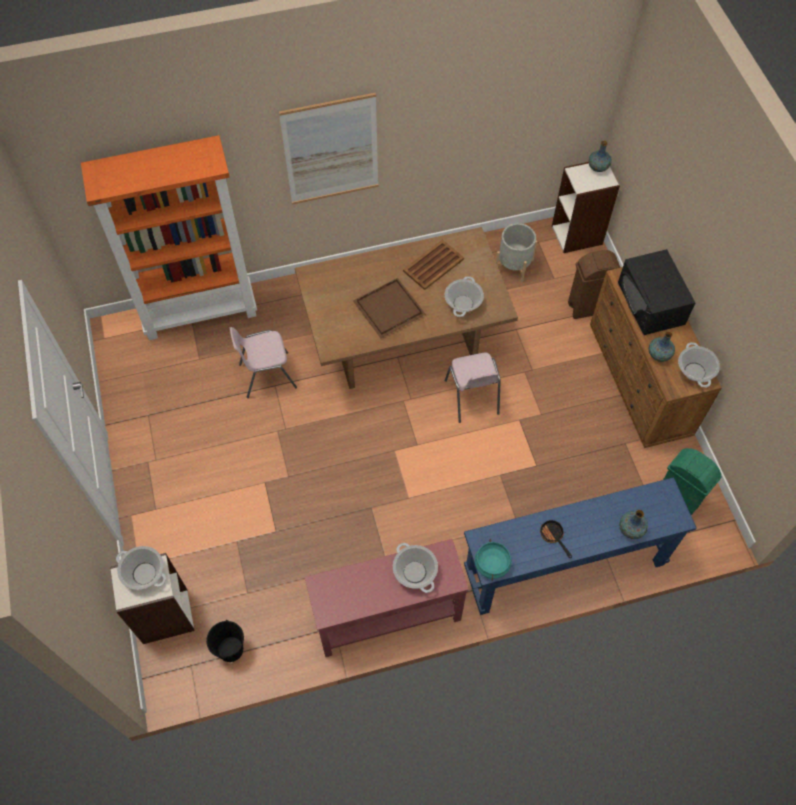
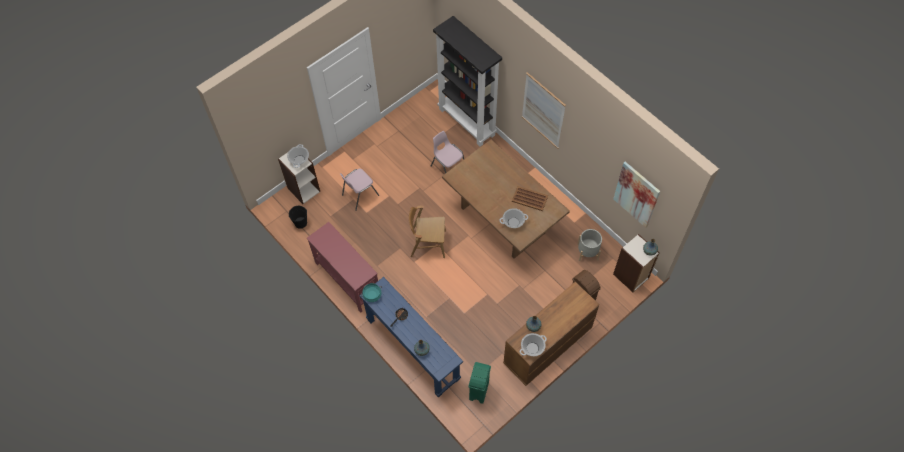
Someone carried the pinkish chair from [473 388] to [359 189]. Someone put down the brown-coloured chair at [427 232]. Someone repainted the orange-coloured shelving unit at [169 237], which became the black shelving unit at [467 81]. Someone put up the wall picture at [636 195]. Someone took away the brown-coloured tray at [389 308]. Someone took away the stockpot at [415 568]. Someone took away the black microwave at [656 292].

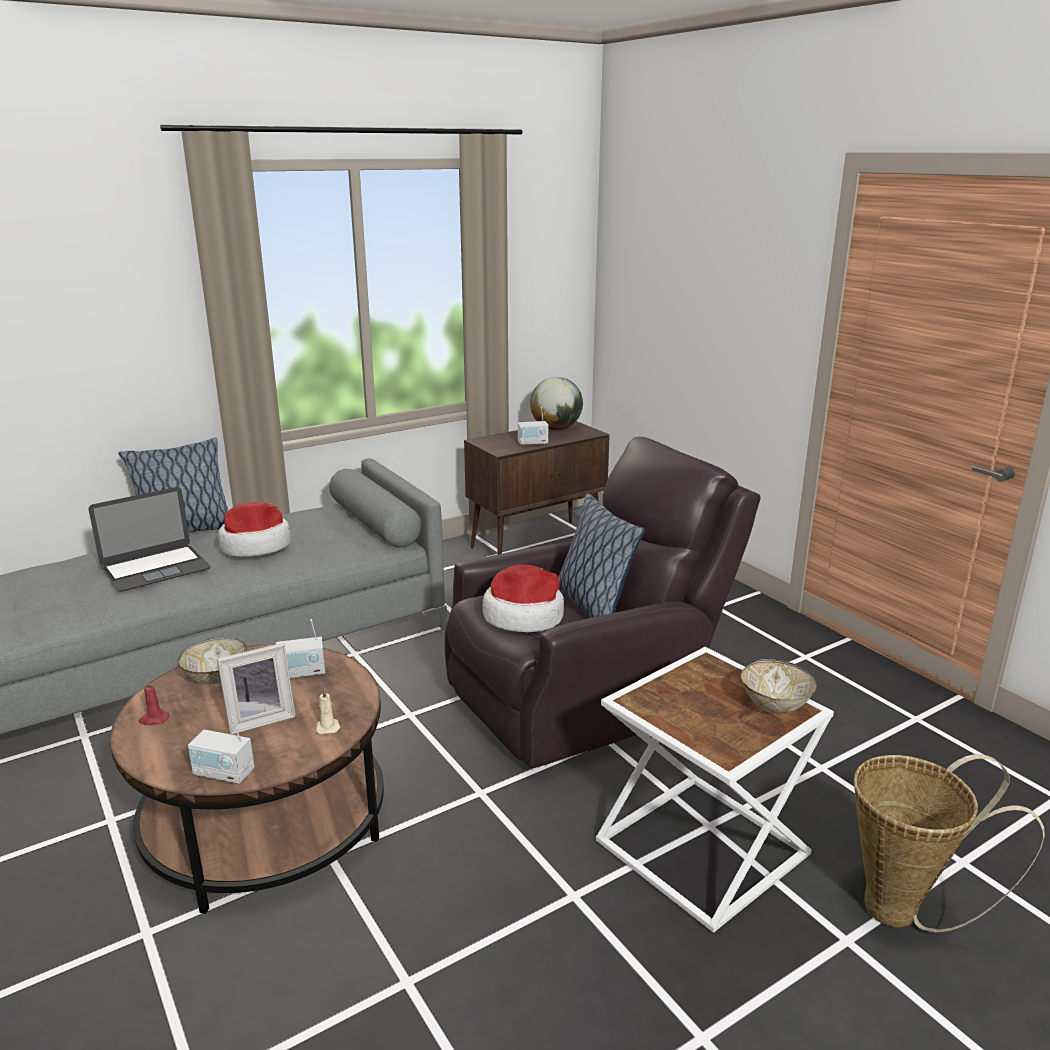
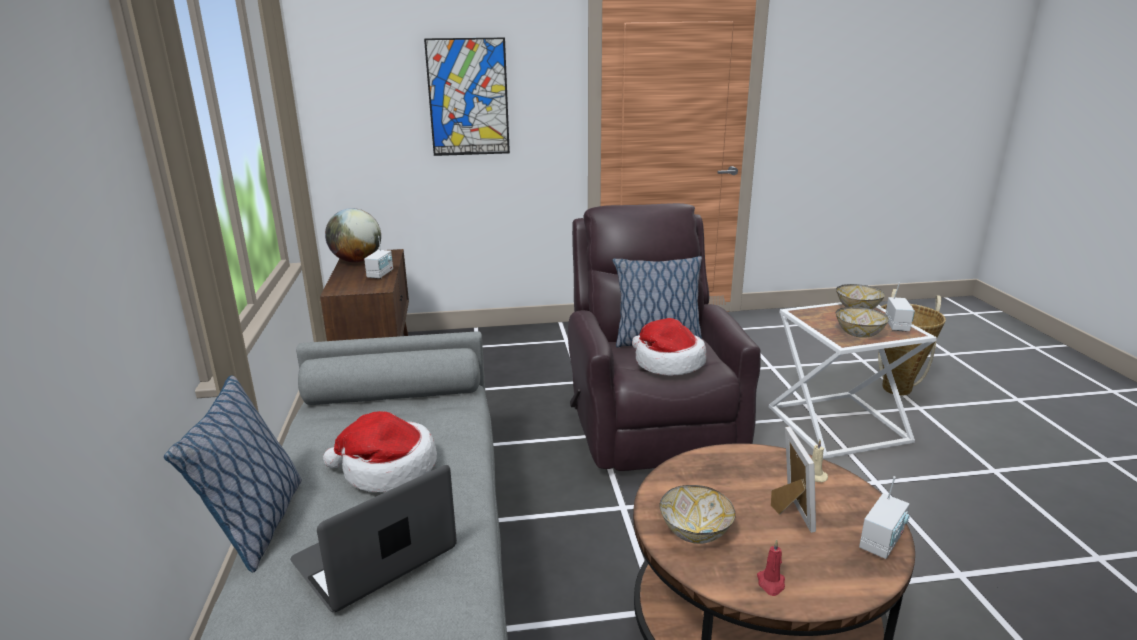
Someone rotated the notebook computer at [149 539] by 120 degrees counterclockwise. Someone put up the wall picture at [467 96]. Someone put down the bowl at [862 322]. Someone carried the radio receiver from [300 648] to [900 306].

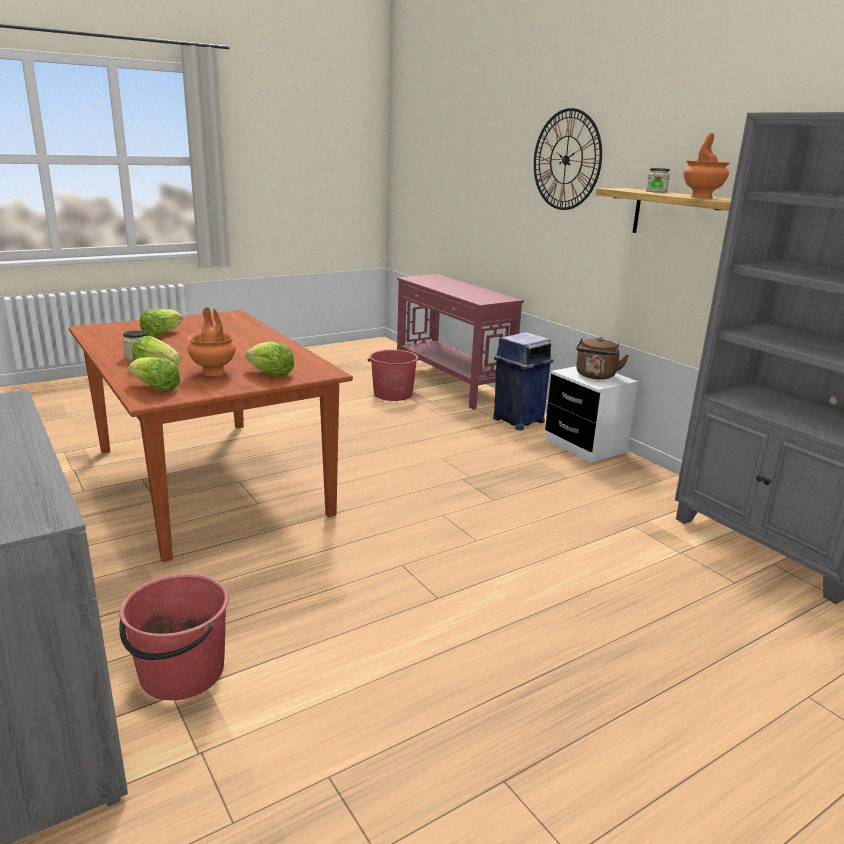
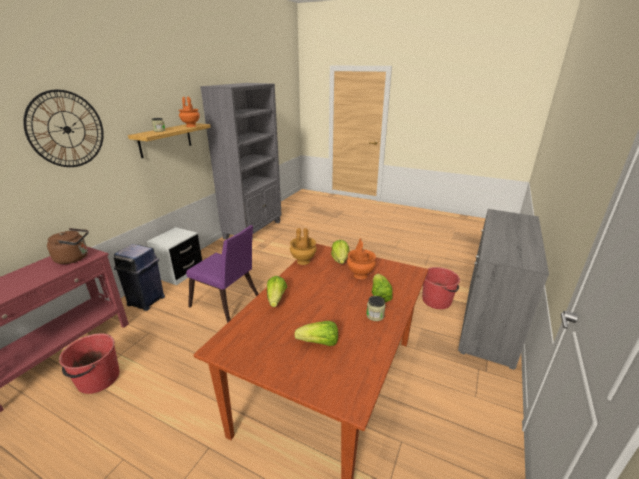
Someone carried the brown-coloured kettle from [602 358] to [68 246]. Someone put down the purple-coloured chair at [222 274]. Someone carried the head of lettuce from [154 374] to [277 291]. Someone put down the brown-coloured vase at [303 246].

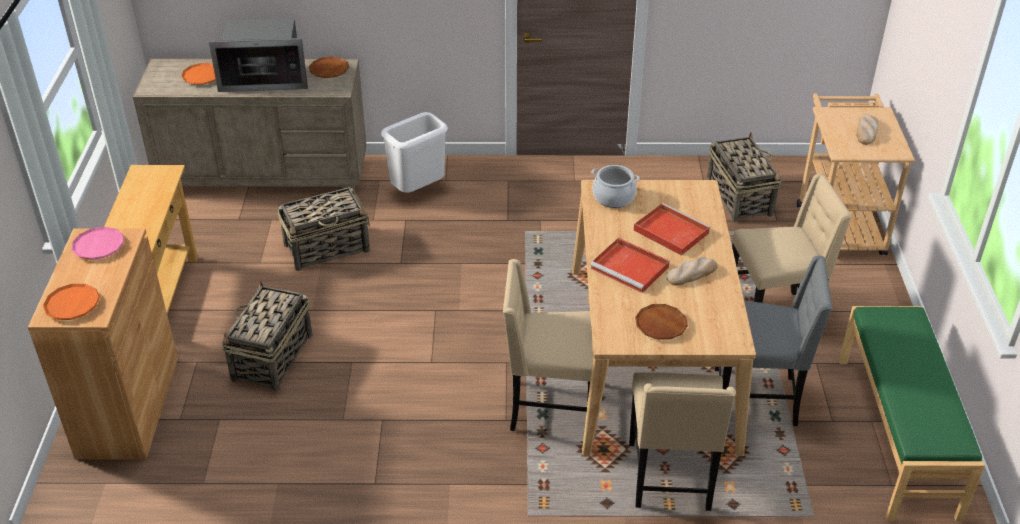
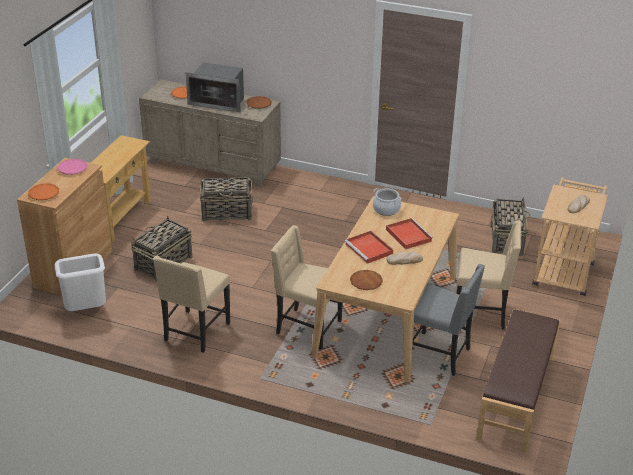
Someone carried the white rubbish bin from [414 152] to [80 282]. Someone carried the beige chair from [682 441] to [191 304]. Someone repainted the green-coloured long seat at [912 413], which became the brown-coloured long seat at [518 381].

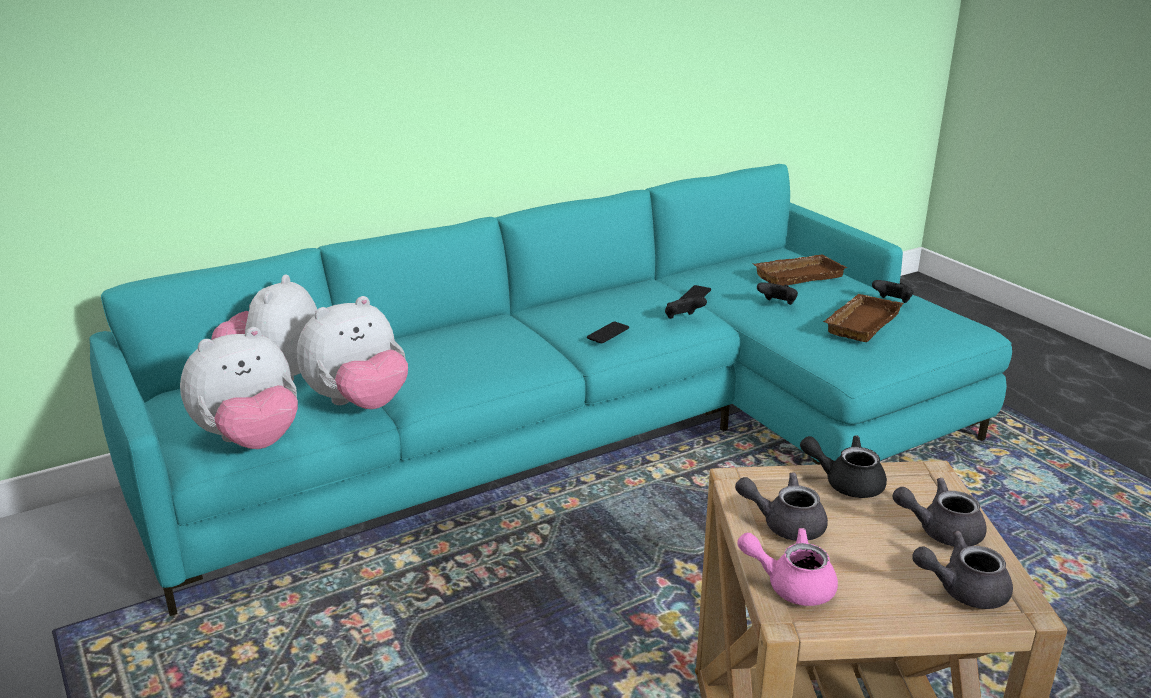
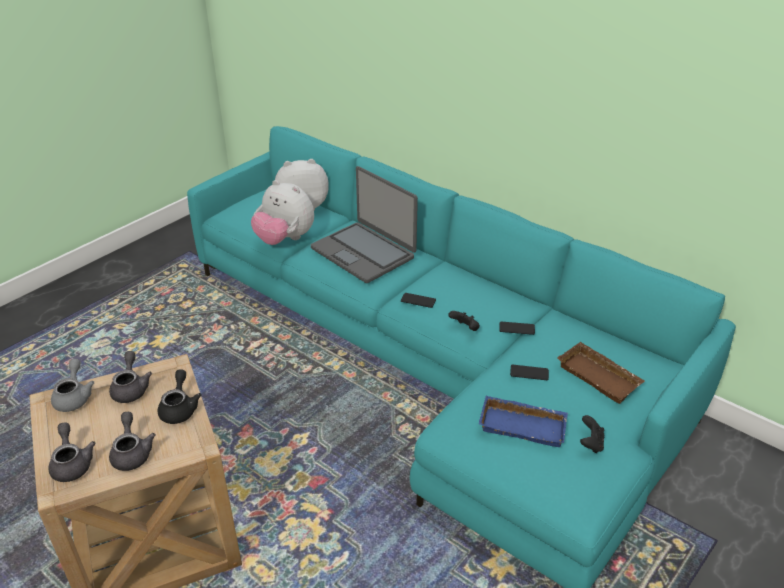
Someone repainted the pinkish tea pot at [787 567], which became the greyish tea pot at [72 385]. Someone put down the notebook computer at [364 224]. Someone repainted the brown-coloured tray at [863 318], which became the bluish tray at [523 421]. Someone swapped the black joypad at [777 293] for the handset at [529 372]. Someone took away the cuddly toy at [239 388].

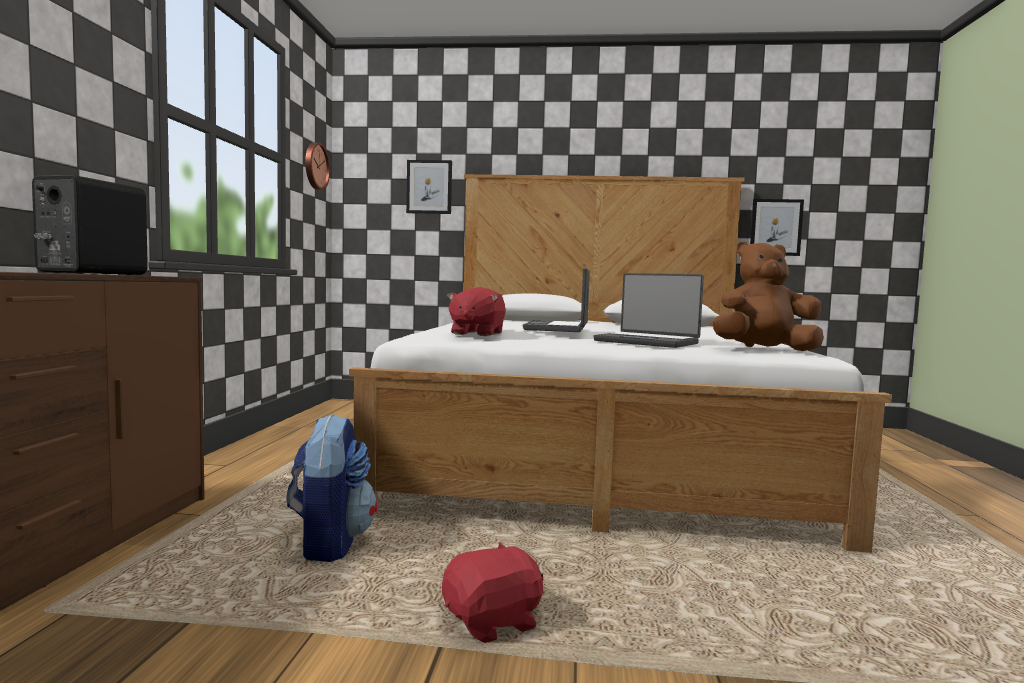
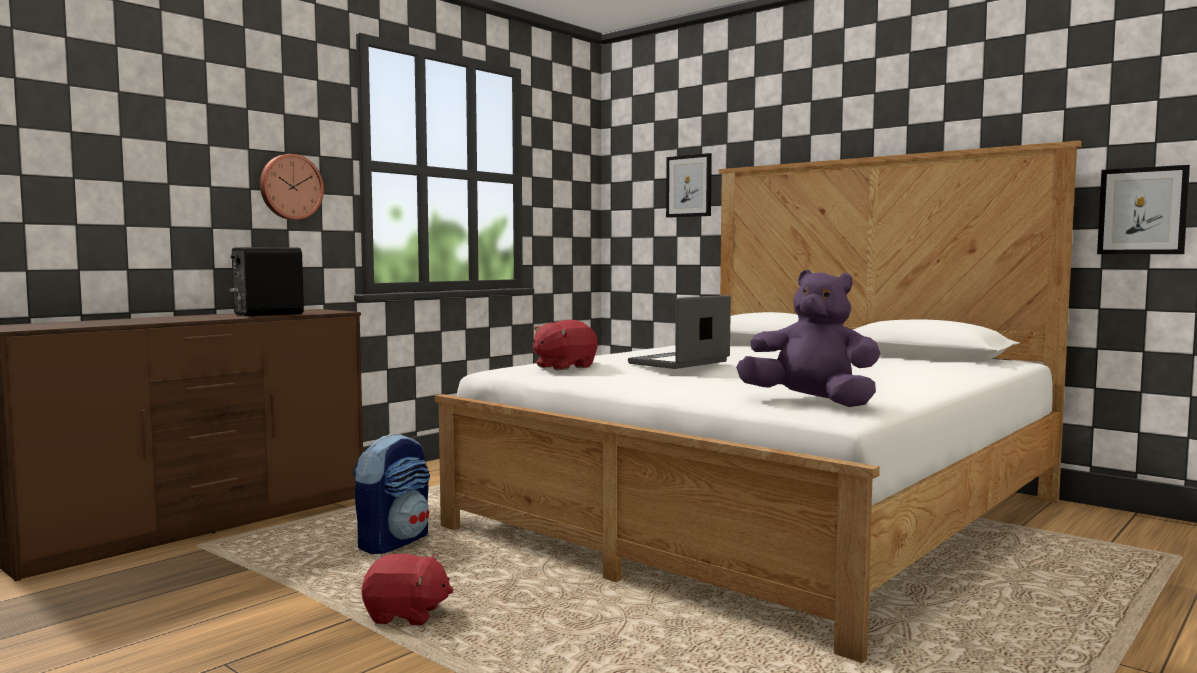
Someone carried the hanging clock from [317 166] to [292 187]. Someone repainted the brown-coloured cuddly toy at [768 296], which became the purple-coloured cuddly toy at [808 338]. Someone took away the notebook computer at [649 310].

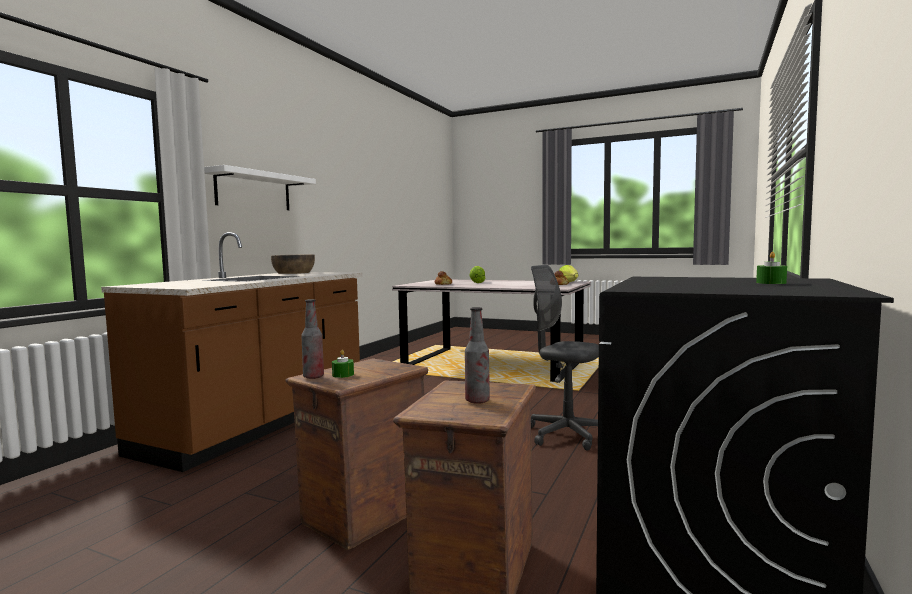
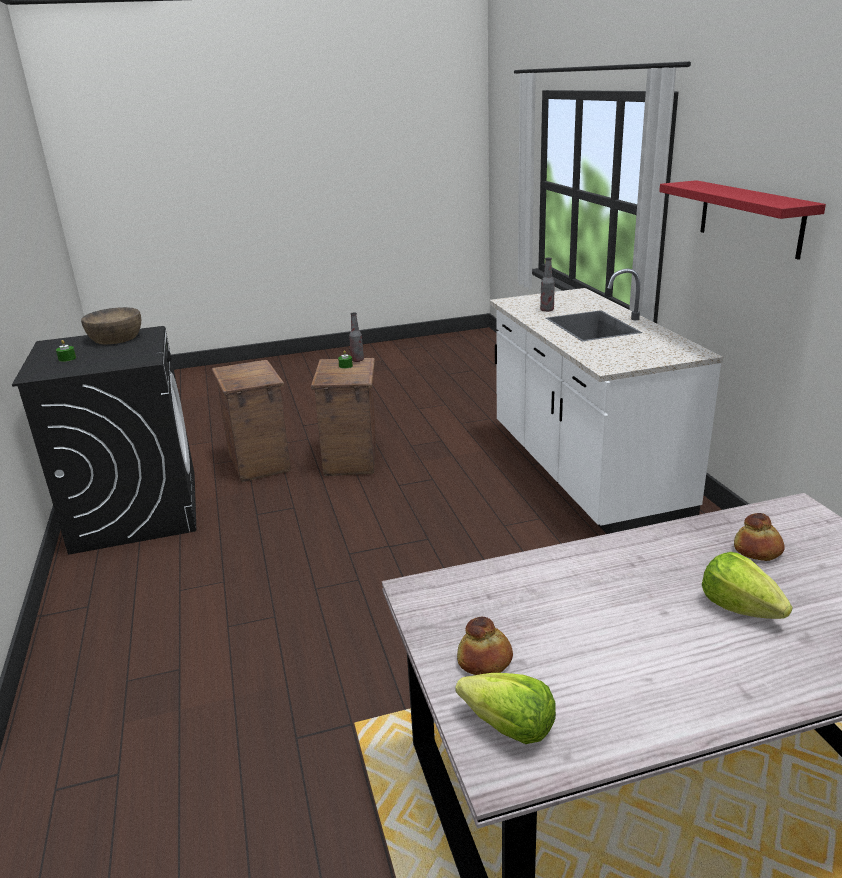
Someone carried the brown-coloured bowl from [293 264] to [111 325]. Someone repainted the brown-coloured kitchen counter at [231 352], which became the white kitchen counter at [606 401]. Someone carried the drink bottle from [477 355] to [547 284]. Someone repainted the white shelf at [260 187], which became the red shelf at [742 220]. Someone took away the greyish computer chair at [565 358].

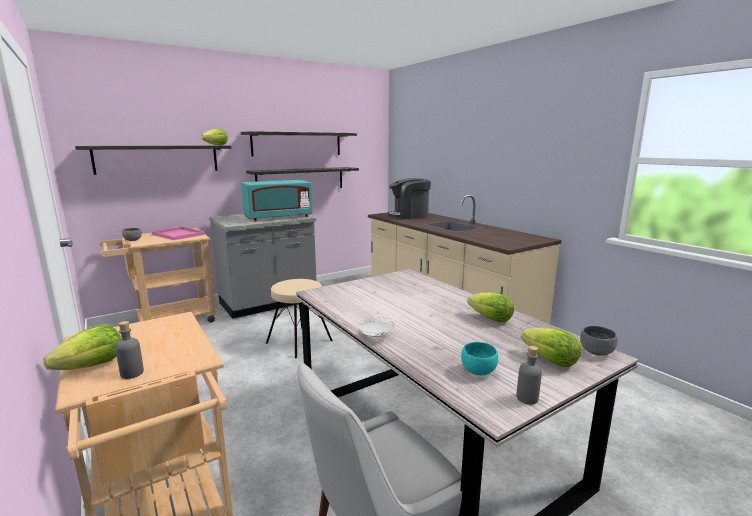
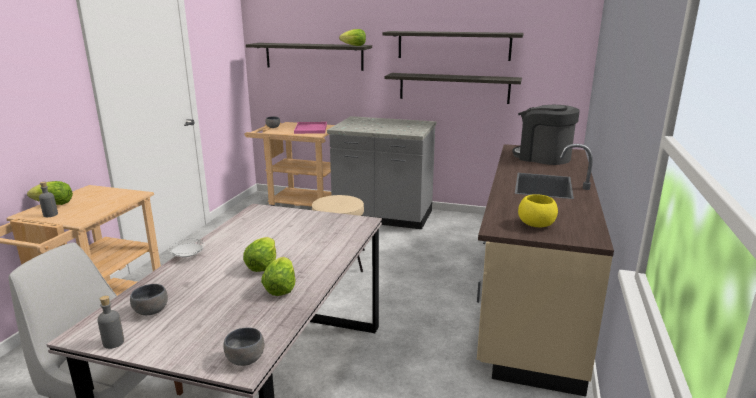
Someone repainted the turquoise-coloured bowl at [479 358], which became the greyish bowl at [149 299]. Someone carried the head of lettuce from [551 347] to [259 254]. Someone put down the yellow-coloured bowl at [538 210]. Someone took away the turquoise-coloured microwave at [277 200].

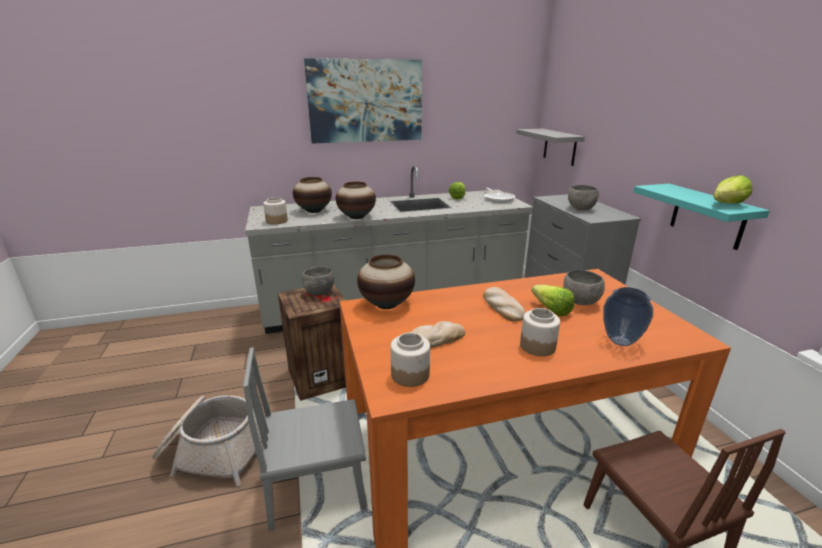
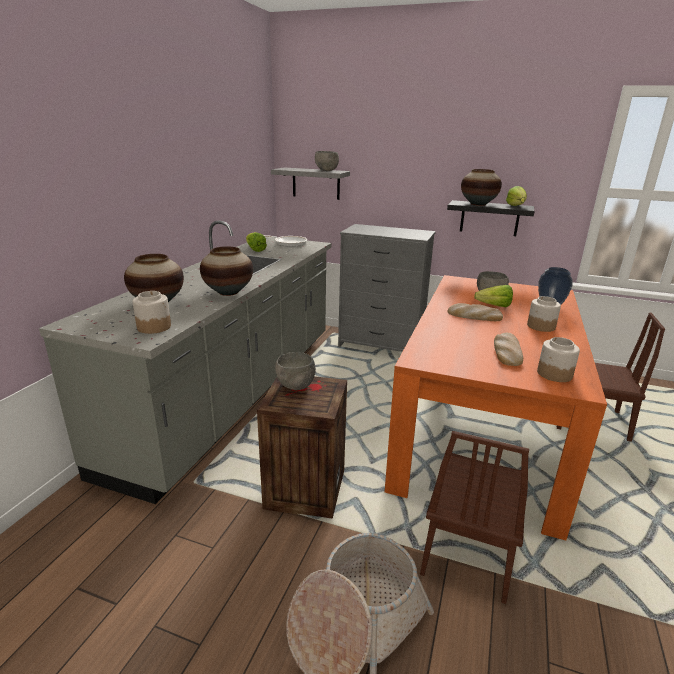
Someone carried the greyish bowl from [583 197] to [327 161]. Someone repainted the greyish chair at [304 439], which became the brown-coloured chair at [474 517]. Someone repainted the turquoise-coloured shelf at [701 217], which became the black shelf at [491 218]. Someone carried the vase from [386 281] to [481 187]. Someone took away the wall picture at [363 101].

